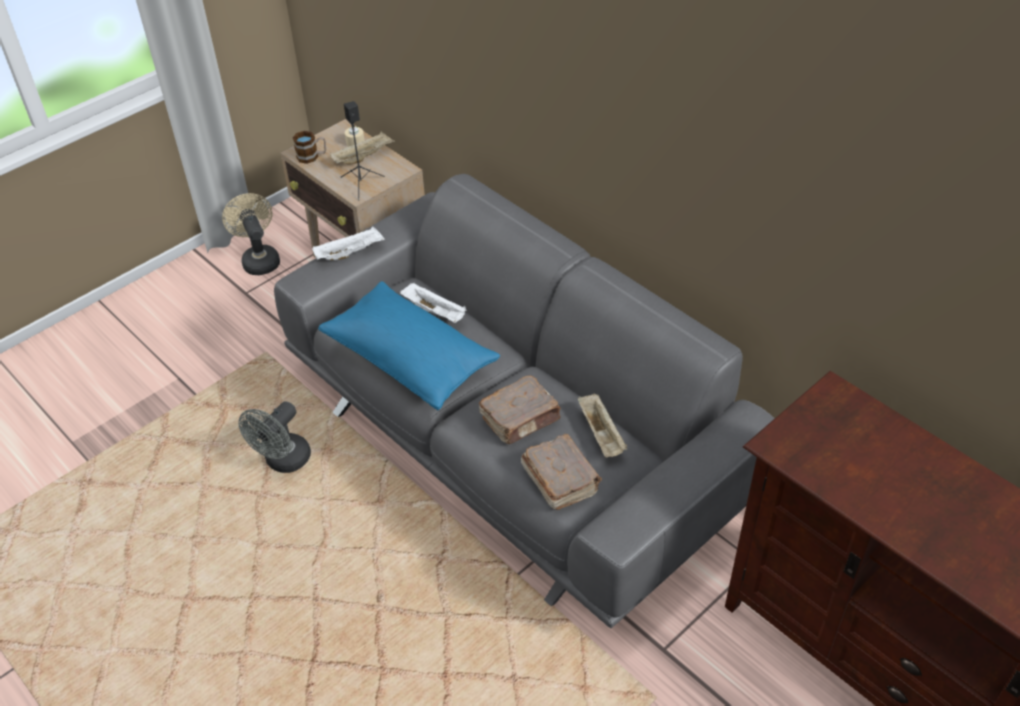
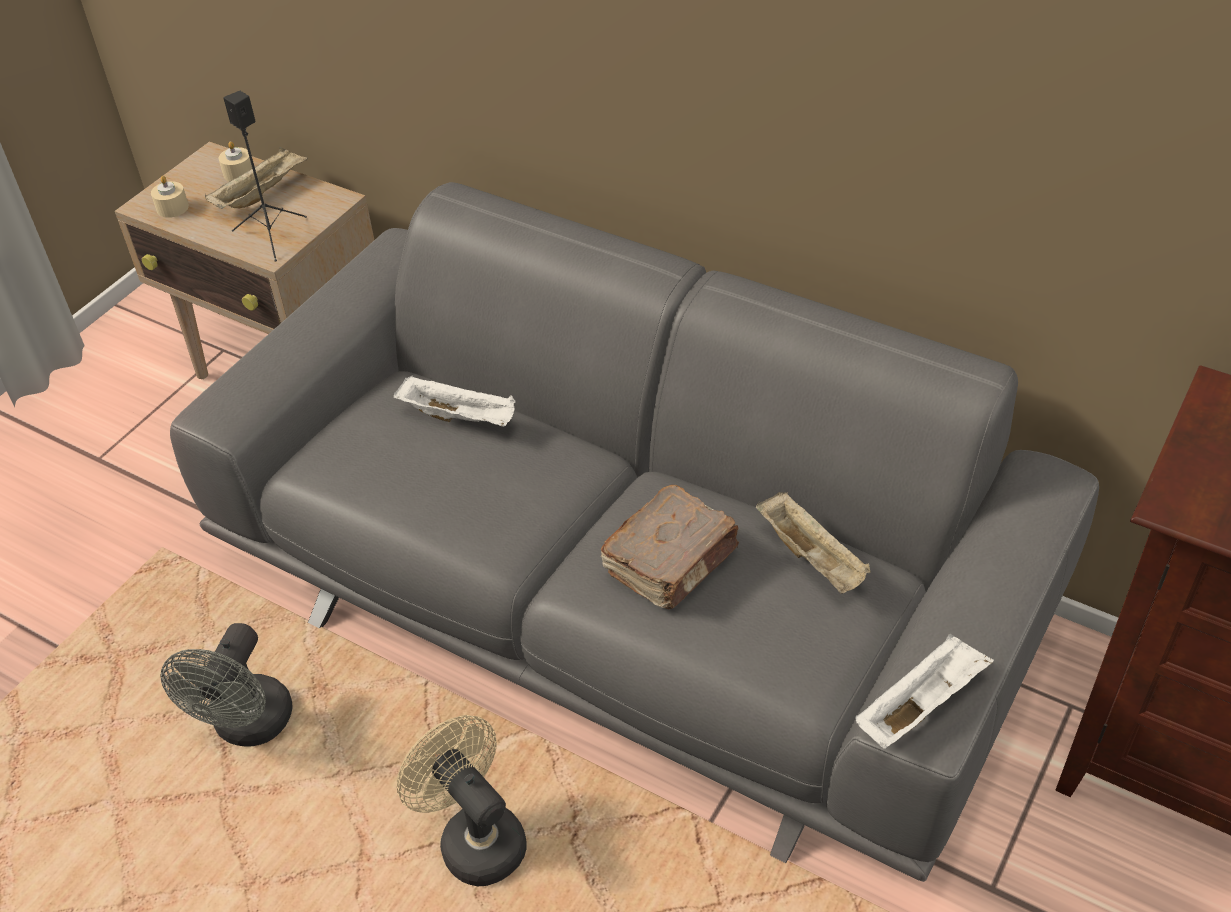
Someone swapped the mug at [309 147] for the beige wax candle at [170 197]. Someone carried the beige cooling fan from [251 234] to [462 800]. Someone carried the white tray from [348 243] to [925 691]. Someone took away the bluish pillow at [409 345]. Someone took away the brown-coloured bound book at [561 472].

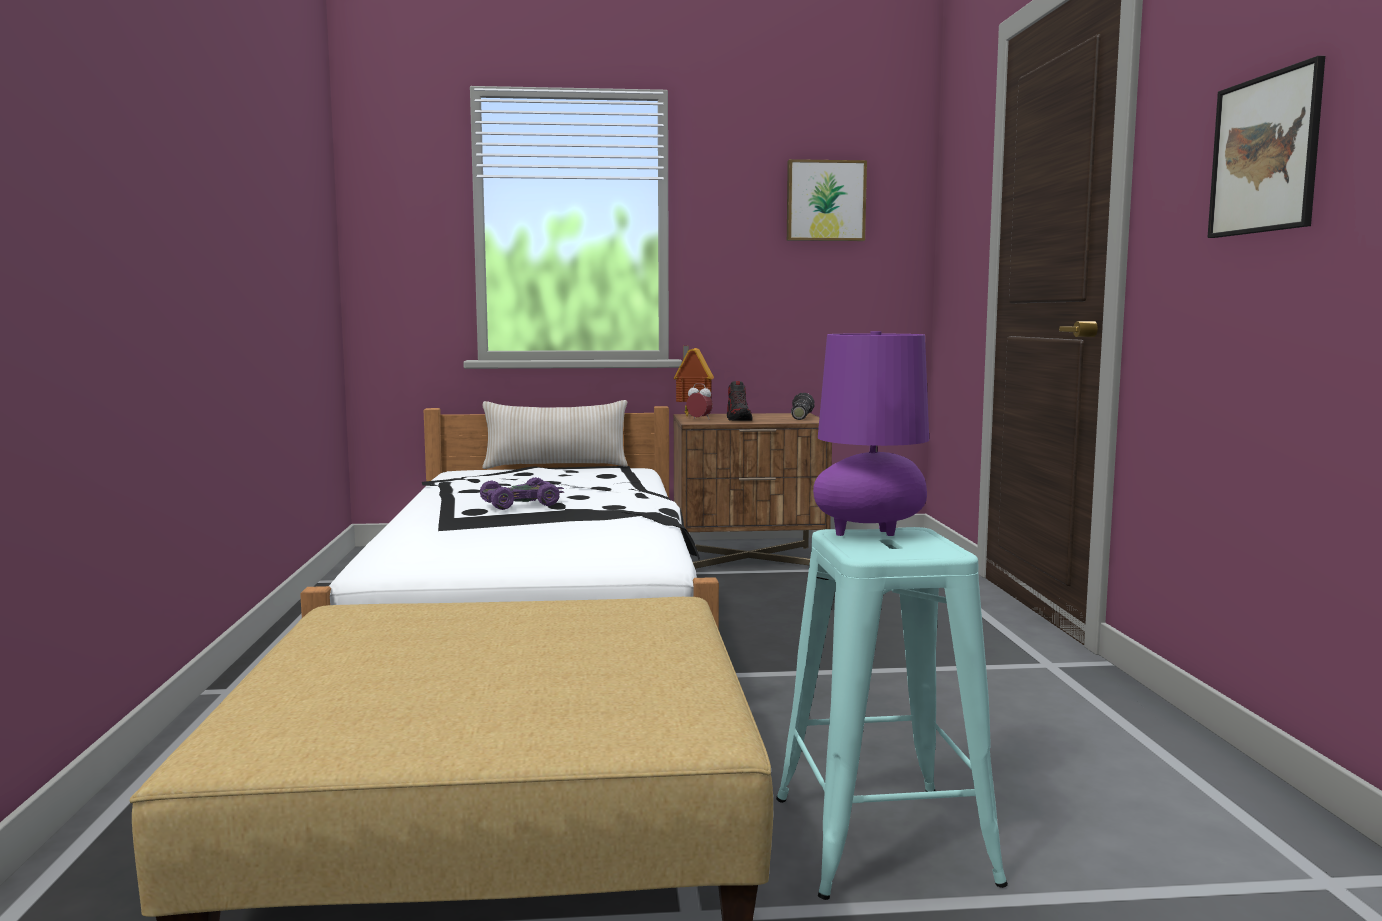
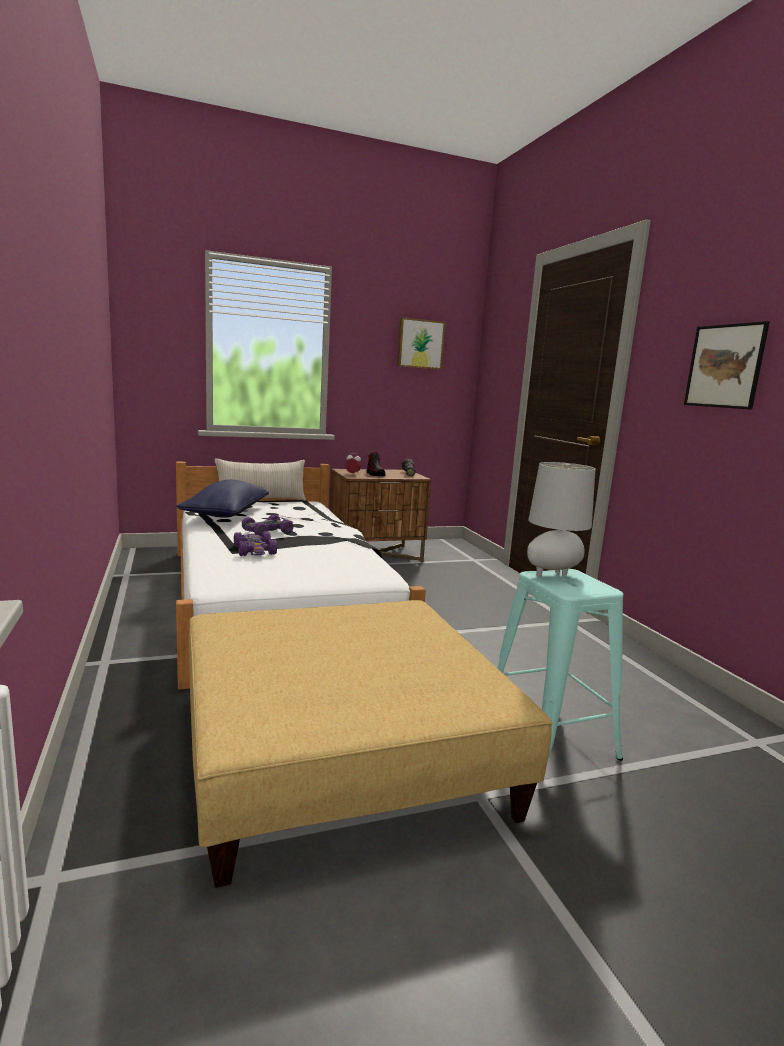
Someone put down the bluish pillow at [223 499]. Someone put down the purple-coloured toy car at [255 543]. Someone repainted the purple-coloured tabletop lamp at [871 433], which became the greyish tabletop lamp at [561 519]. Someone took away the miniature house at [693 381].

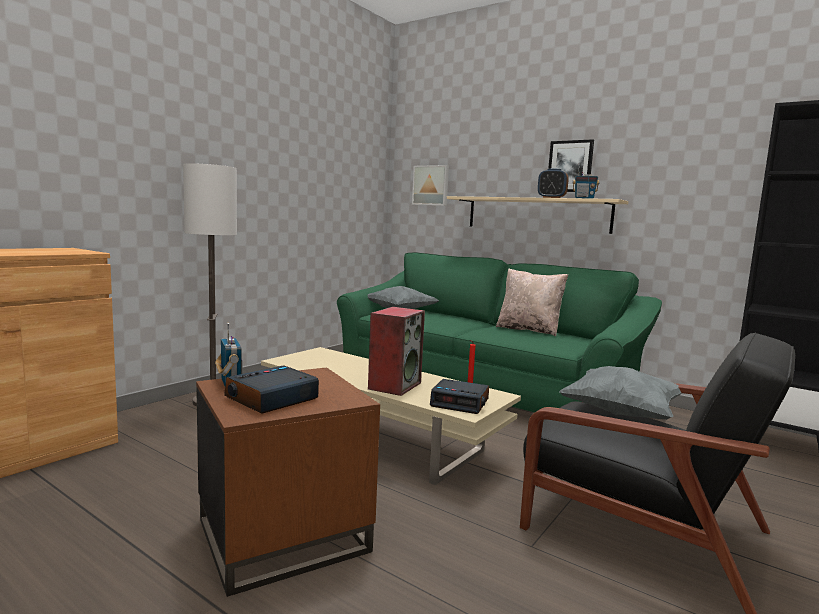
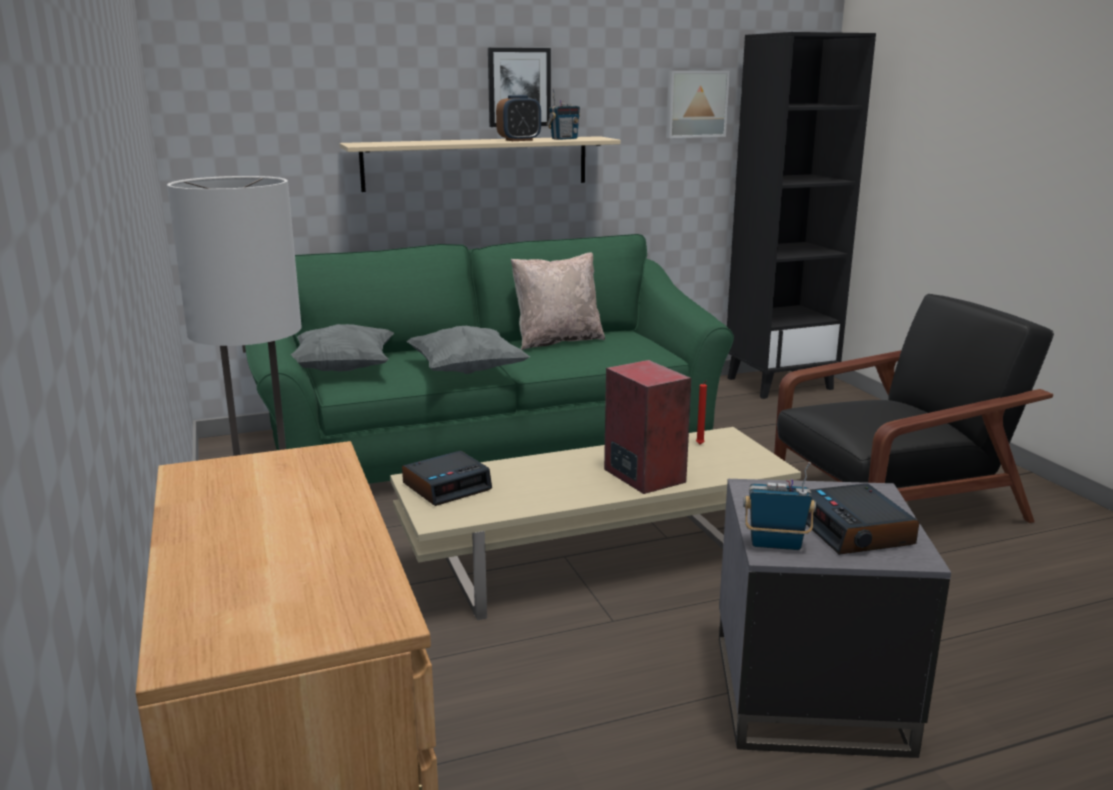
Someone carried the bedside clock from [459 396] to [447 478]. Someone carried the greyish pillow from [620 393] to [468 350]. Someone carried the wall picture from [430 185] to [698 104]. Someone repainted the brown-coloured side table at [288 482], which became the greyish side table at [835 618].

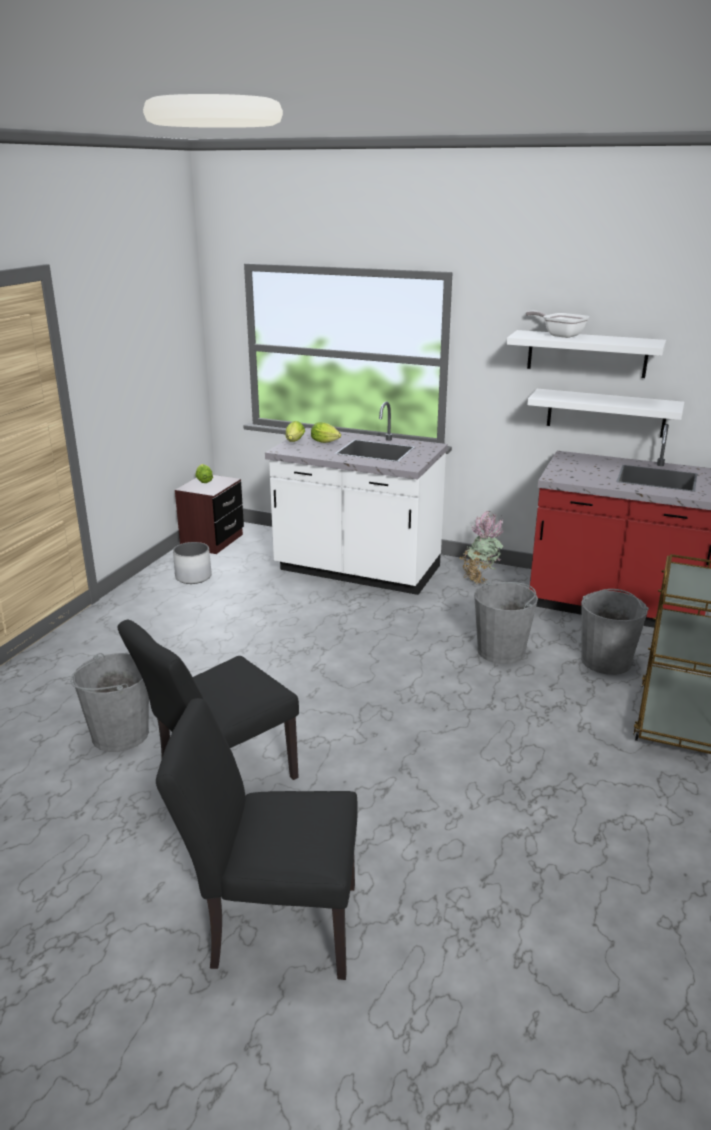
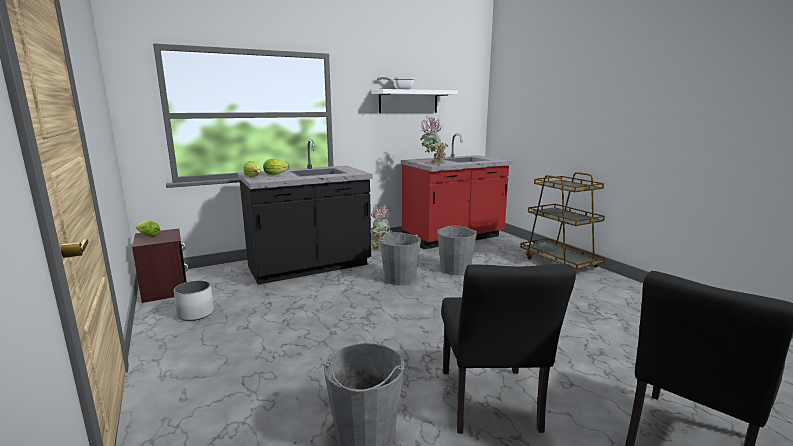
Someone repainted the white kitchen counter at [356 498], which became the black kitchen counter at [305 212]. Someone carried the greyish water bucket from [615 632] to [400 258]. Someone put down the houseplant at [434 140]. Someone took away the white shelf at [605 413].

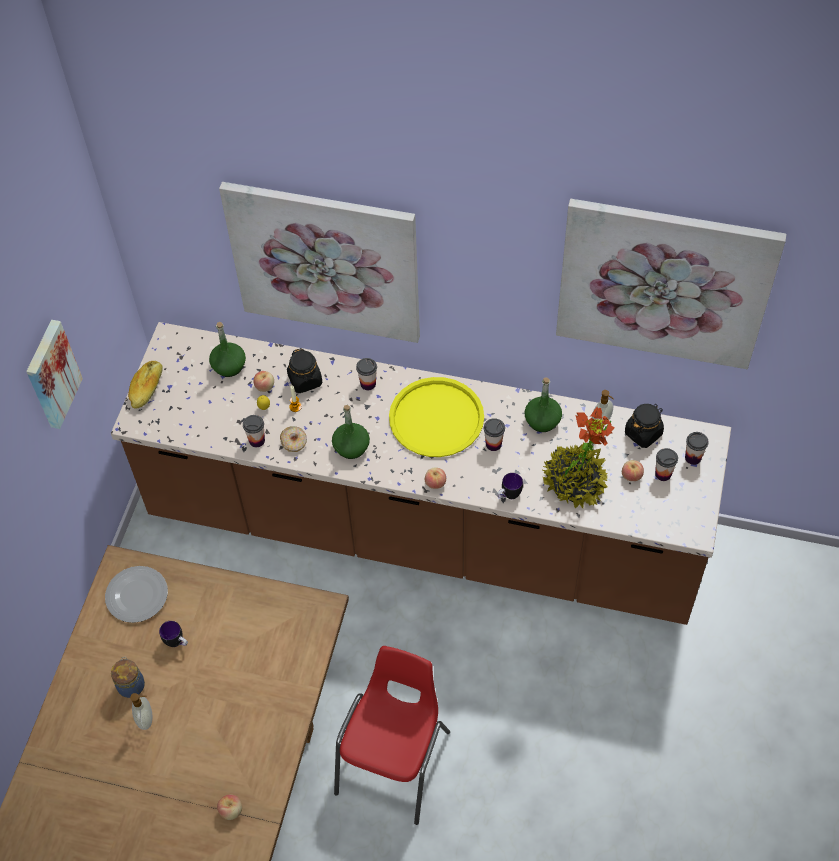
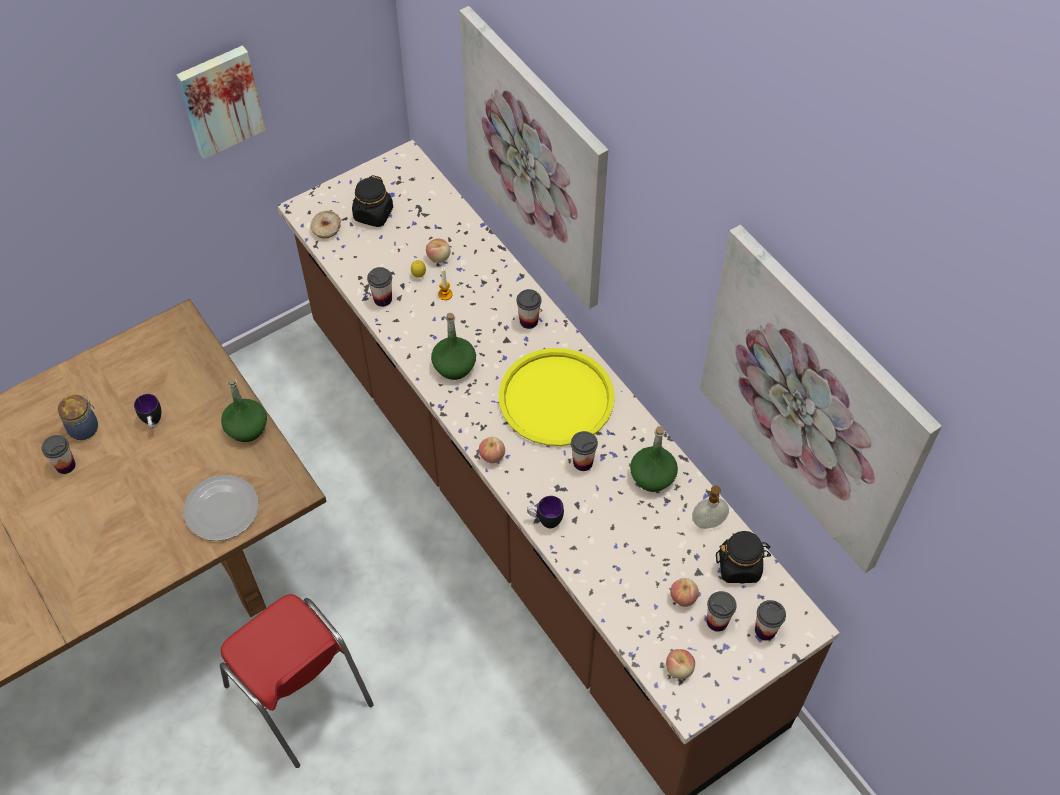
Someone swapped the soap dispenser at [141 711] for the cup at [59 454]. Someone carried the plate from [136 594] to [221 508]. Someone rotated the red chair at [392 735] by 75 degrees clockwise. Someone carried the green-coloured drink bottle from [227 349] to [244 409]. Someone carried the doughnut from [293 439] to [325 225]. Someone carried the black storage jar from [304 370] to [372 201]. Someone carried the whole apple from [229 807] to [680 664]. Someone took away the baked bread at [145 385]. Someone took away the houseplant at [577 457].

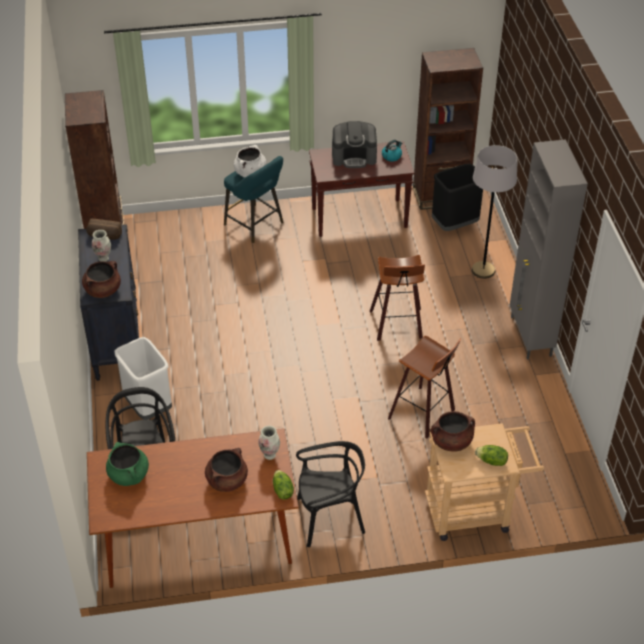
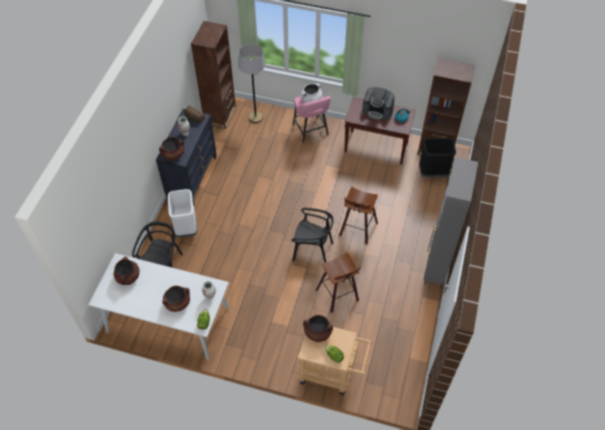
Someone repainted the brown-coloured dinner table at [192 508], which became the white dinner table at [158 306]. Someone repainted the green-coloured stockpot at [127 464], which became the brown-coloured stockpot at [126 271]. Someone carried the greyish standard lamp from [494 212] to [251 83]. Someone carried the black chair from [330 494] to [313 235]. Someone repainted the turquoise-coloured stool at [254 199], which became the pinkish stool at [312 119].

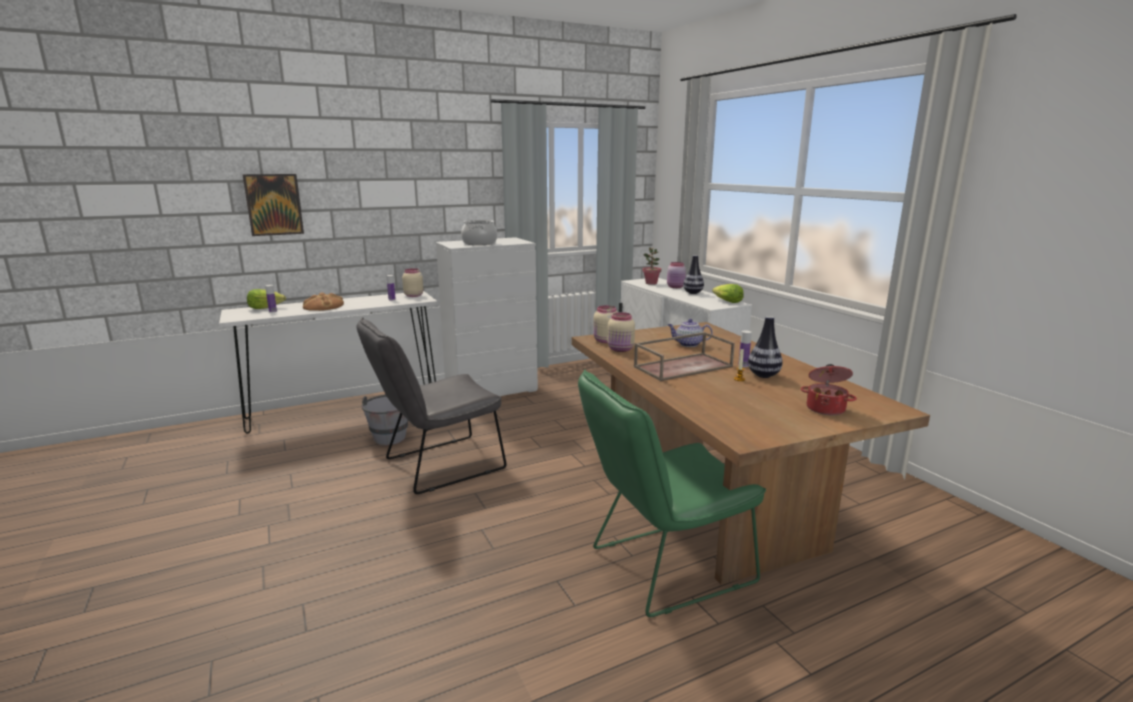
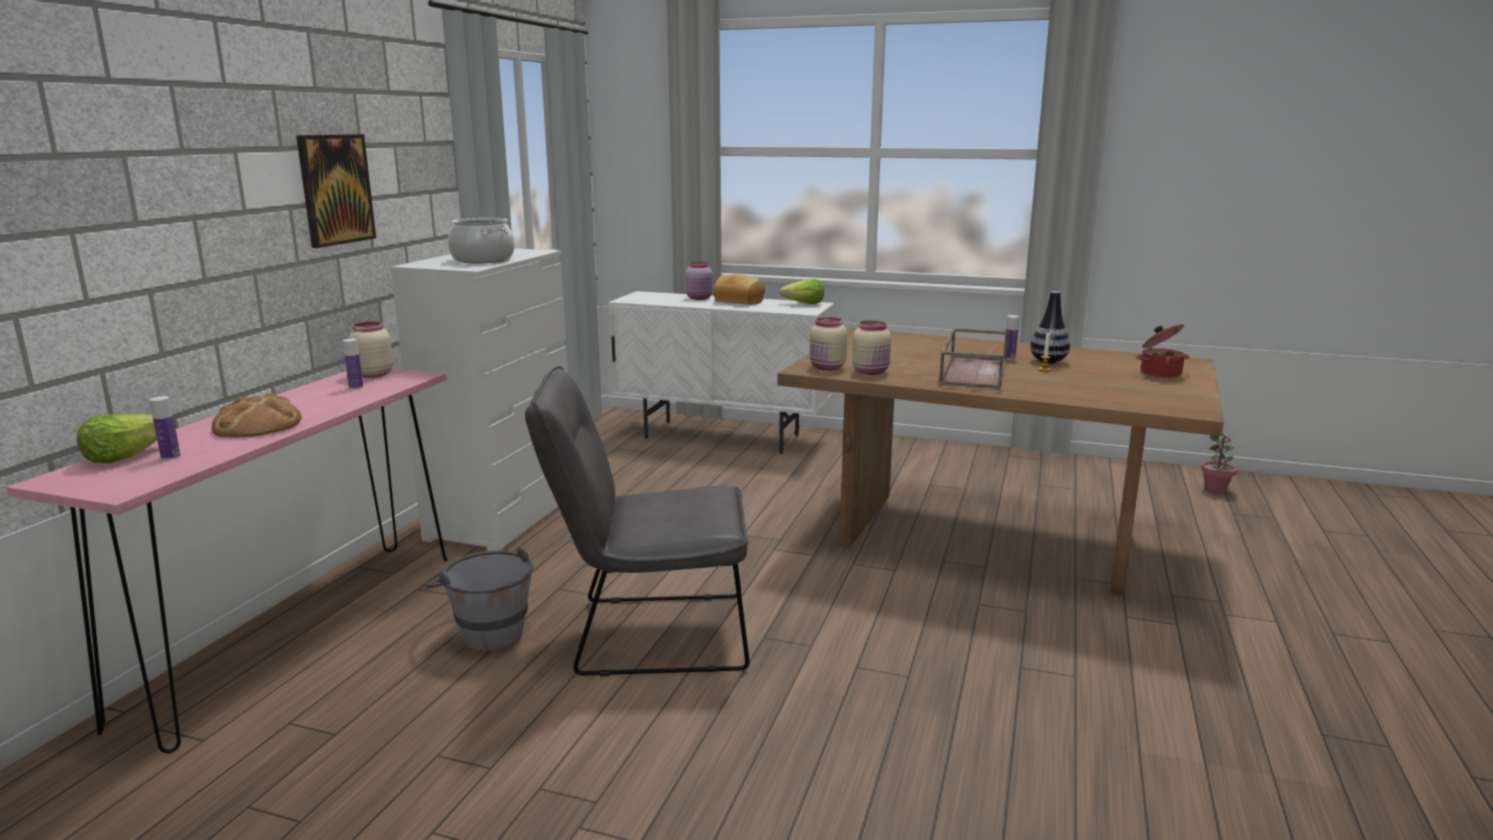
Someone repainted the white hall table at [328 362], which became the pinkish hall table at [226 560]. Someone carried the wall picture from [273 205] to [336 191]. Someone rotated the greyish chair at [431 405] by 75 degrees clockwise. Someone swapped the vase at [693 274] for the baked bread at [739 289]. Someone carried the houseplant from [652 266] to [1219 463]. Someone took away the green-coloured chair at [672 493]. Someone took away the tea pot at [690 333].

